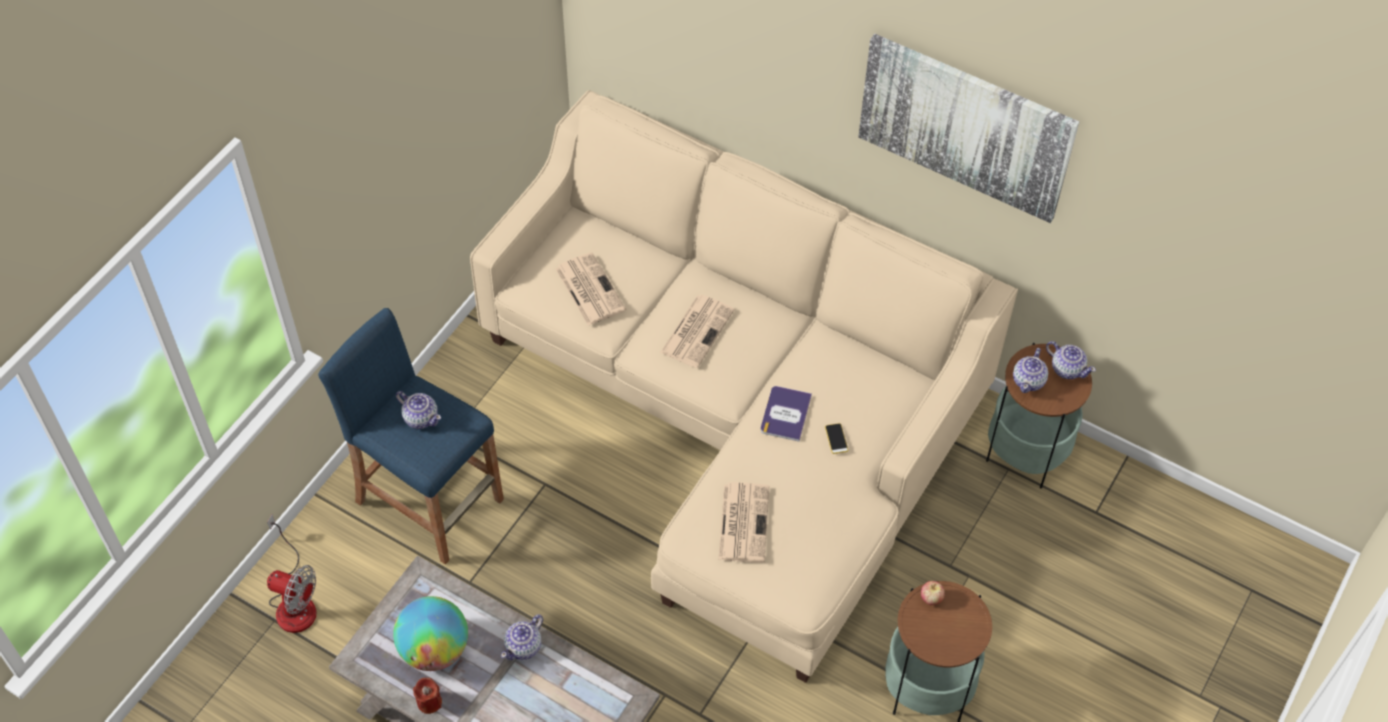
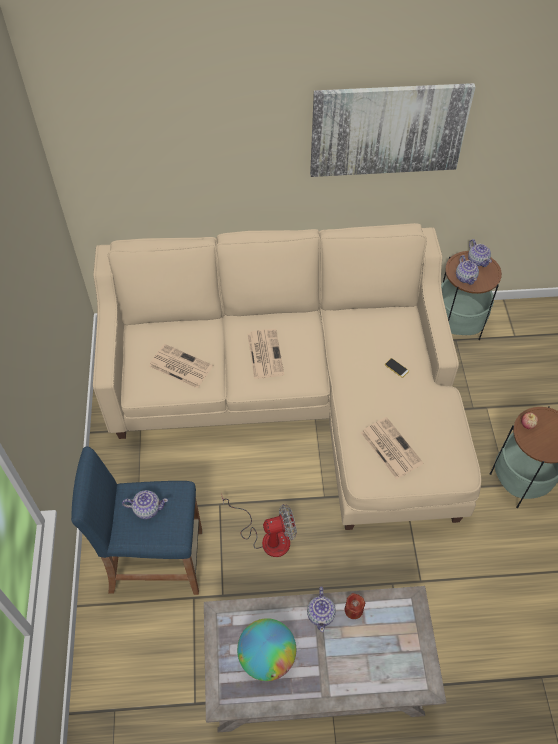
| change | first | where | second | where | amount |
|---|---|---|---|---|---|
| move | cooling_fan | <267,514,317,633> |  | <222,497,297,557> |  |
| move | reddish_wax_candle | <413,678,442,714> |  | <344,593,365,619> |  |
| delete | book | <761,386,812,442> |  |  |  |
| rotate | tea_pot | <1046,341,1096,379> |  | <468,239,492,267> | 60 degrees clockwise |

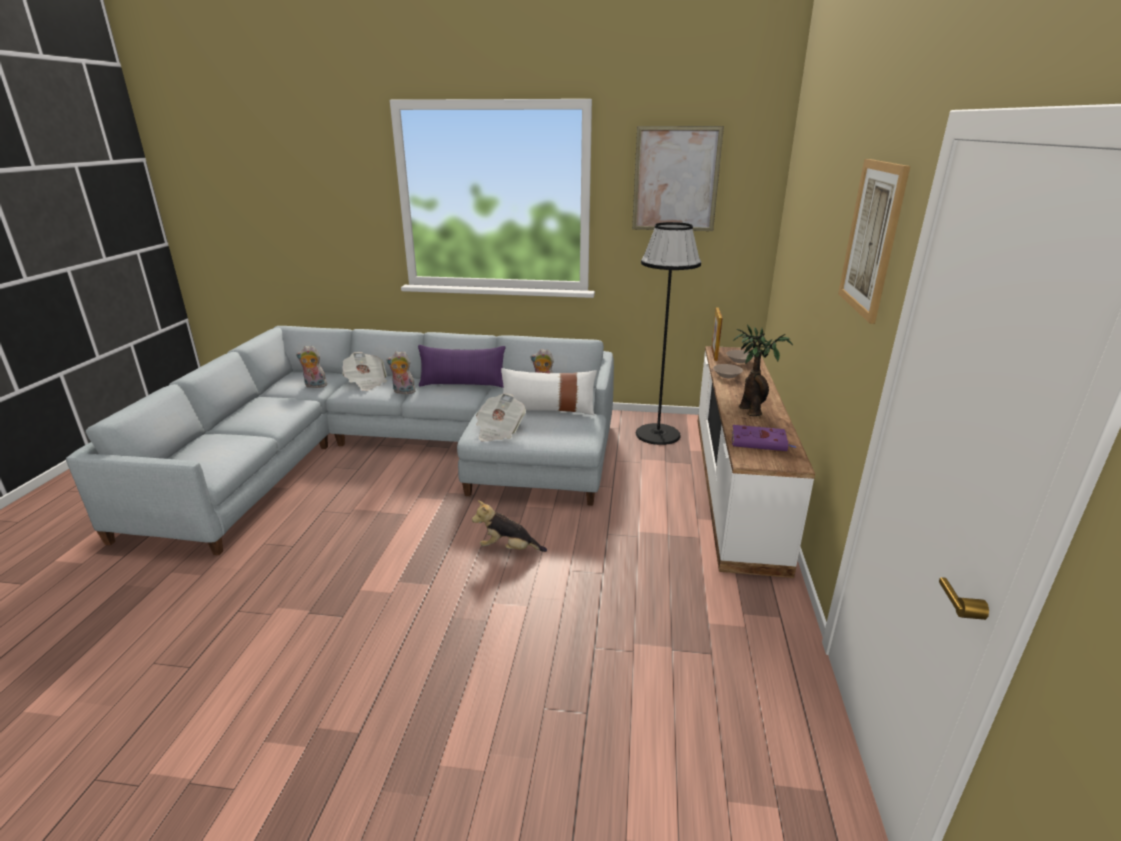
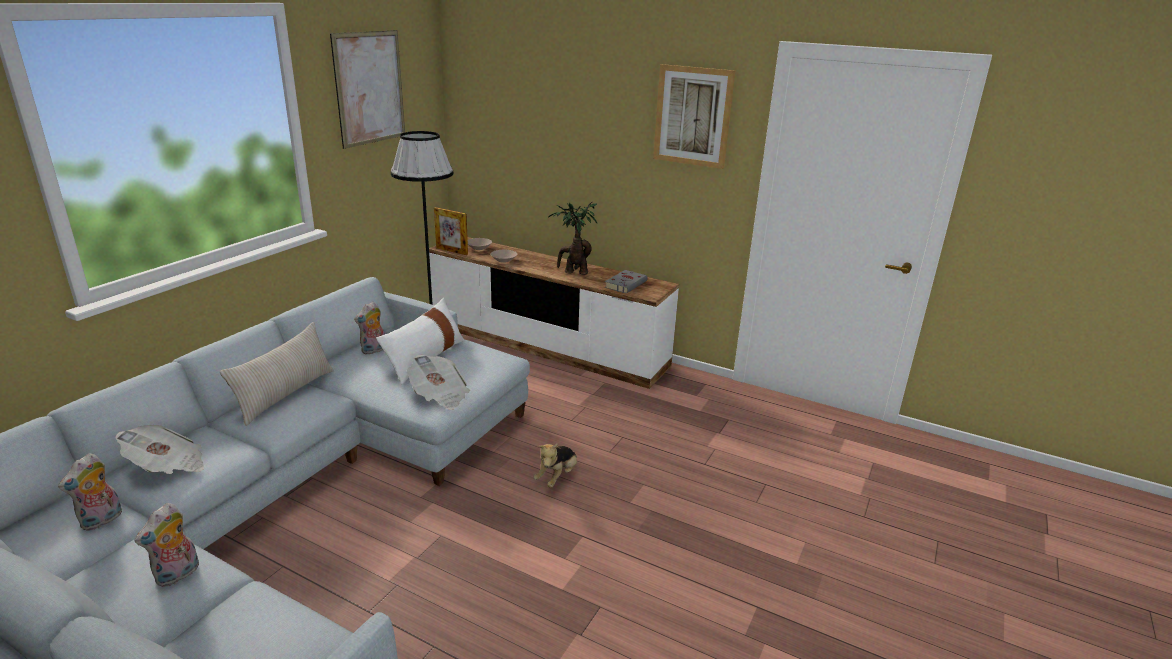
| change | first | where | second | where | amount |
|---|---|---|---|---|---|
| move | cuddly_toy | <386,351,416,394> |  | <134,503,199,587> |  |
| recolor | purple-coloured_throw_pillow | <418,345,506,388> | beige-coloured_throw_pillow | <220,322,334,426> |  |
| recolor | purple-coloured_book | <732,425,797,451> | grey_book | <605,270,648,294> |  |

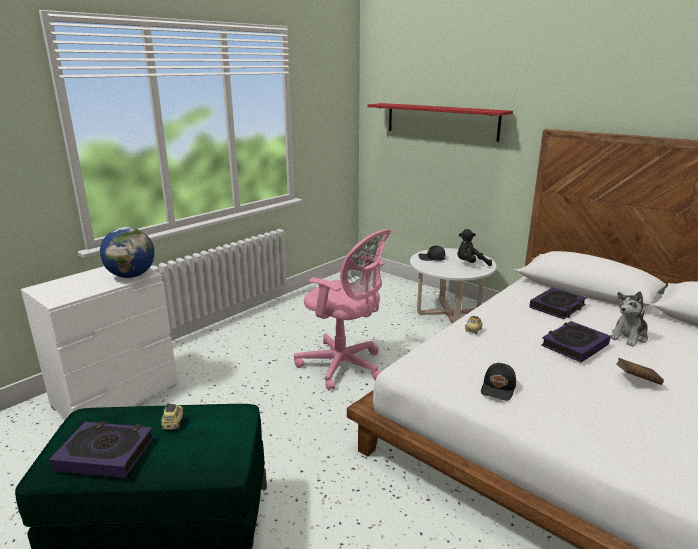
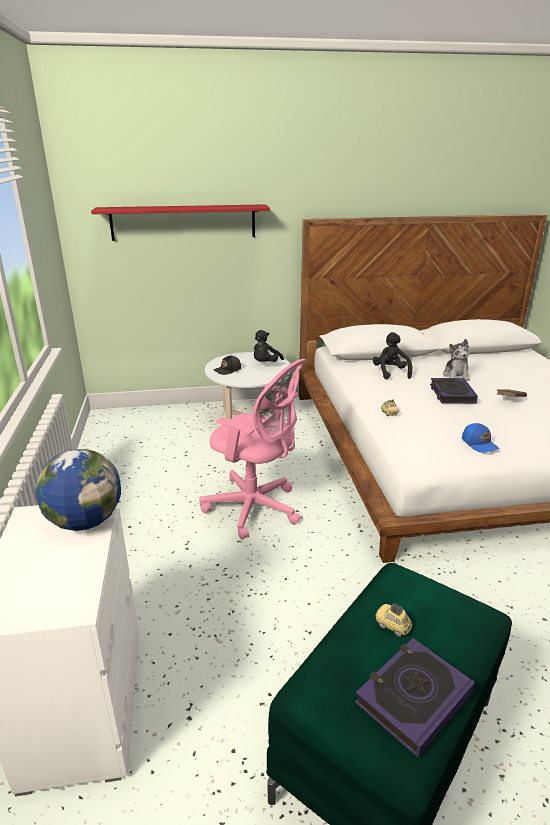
| change | first | where | second | where | amount |
|---|---|---|---|---|---|
| rotate | pink-coloured_desk_chair | <294,229,391,390> |  | <199,359,306,540> | 45 degrees clockwise |
| recolor | blackish_cap | <481,363,516,401> | bluish_cap | <462,423,499,453> |  |
| replace | book | <529,287,587,319> | blackish_cuddly_toy | <373,332,412,380> |  |

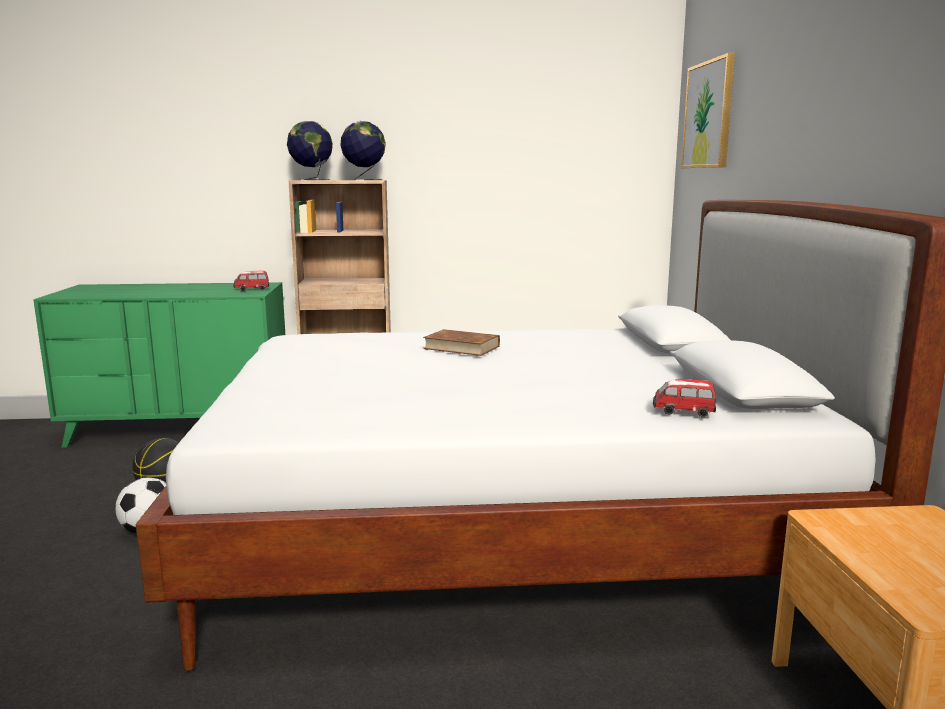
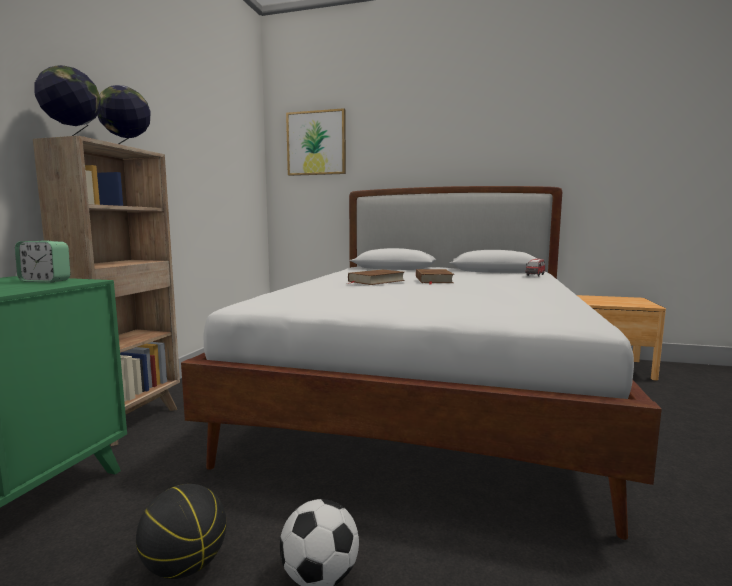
| change | first | where | second | where | amount |
|---|---|---|---|---|---|
| replace | model_car | <233,271,269,291> | alarm_clock | <15,240,70,282> |  |
| insert |  |  | brown_book | <416,269,454,285> |  |

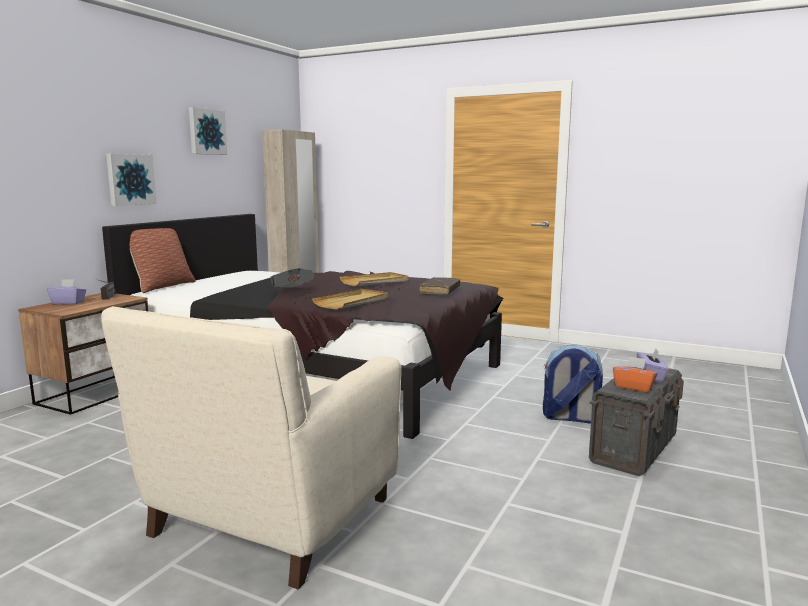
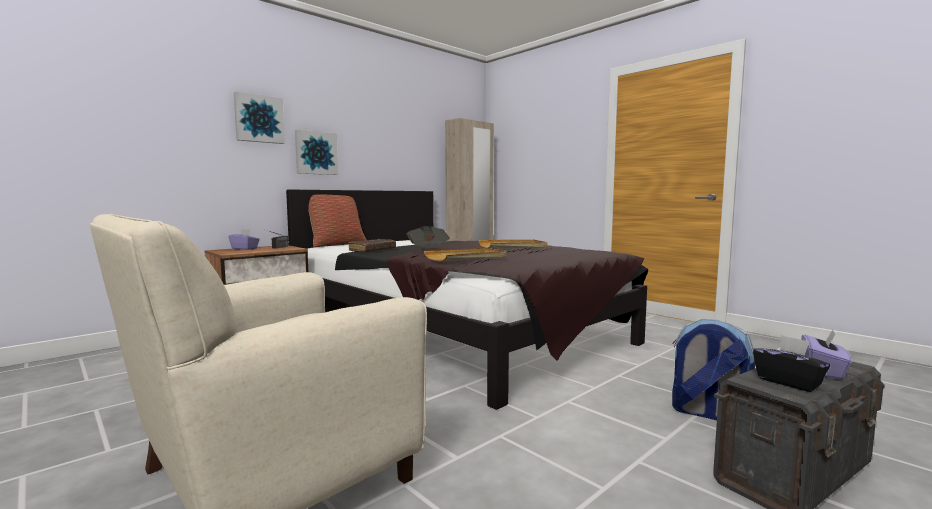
| change | first | where | second | where | amount |
|---|---|---|---|---|---|
| move | picture | <189,107,227,155> |  | <234,91,285,144> |  |
| move | brown_book | <420,277,460,295> |  | <348,239,396,252> |  |
| recolor | orange-coloured_box_of_tissues | <613,356,657,392> | blackish_box_of_tissues | <753,335,830,392> |  |

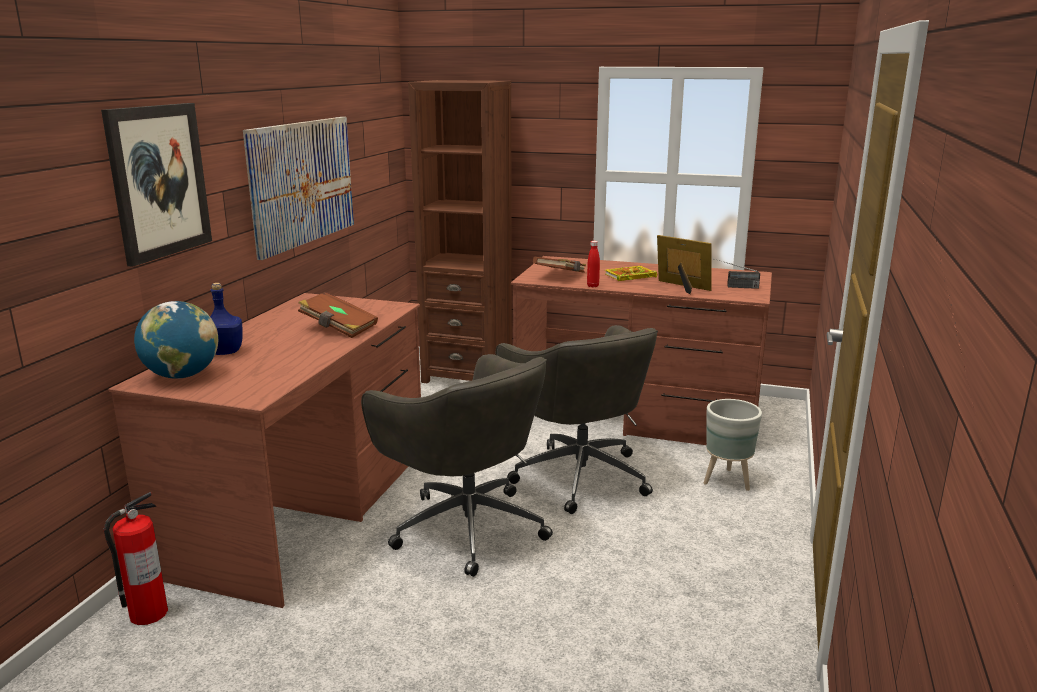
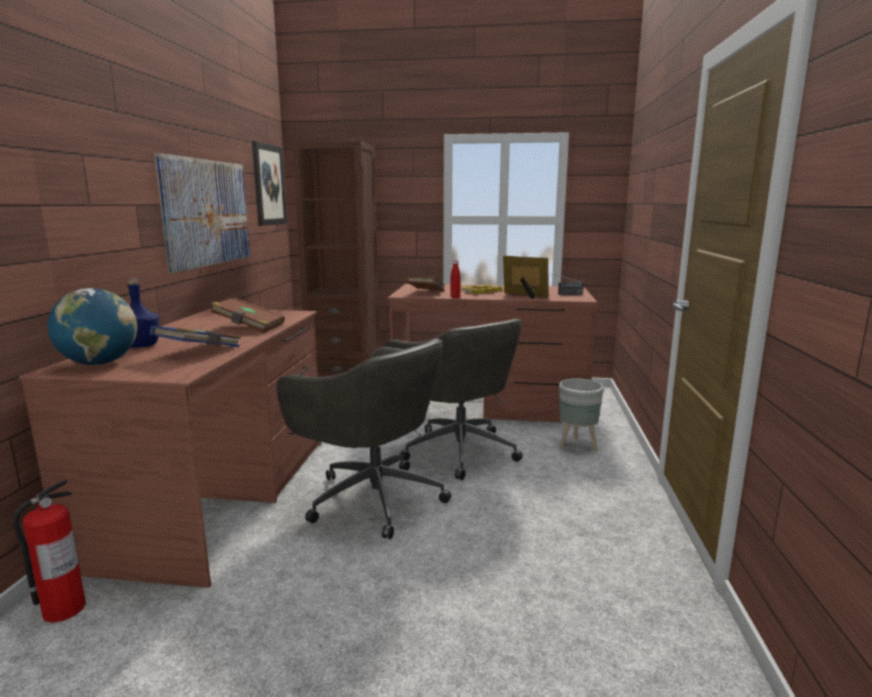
| change | first | where | second | where | amount |
|---|---|---|---|---|---|
| move | picture | <101,103,212,267> |  | <252,141,287,226> |  |
| insert |  |  | bluish_book | <149,325,241,347> |  |

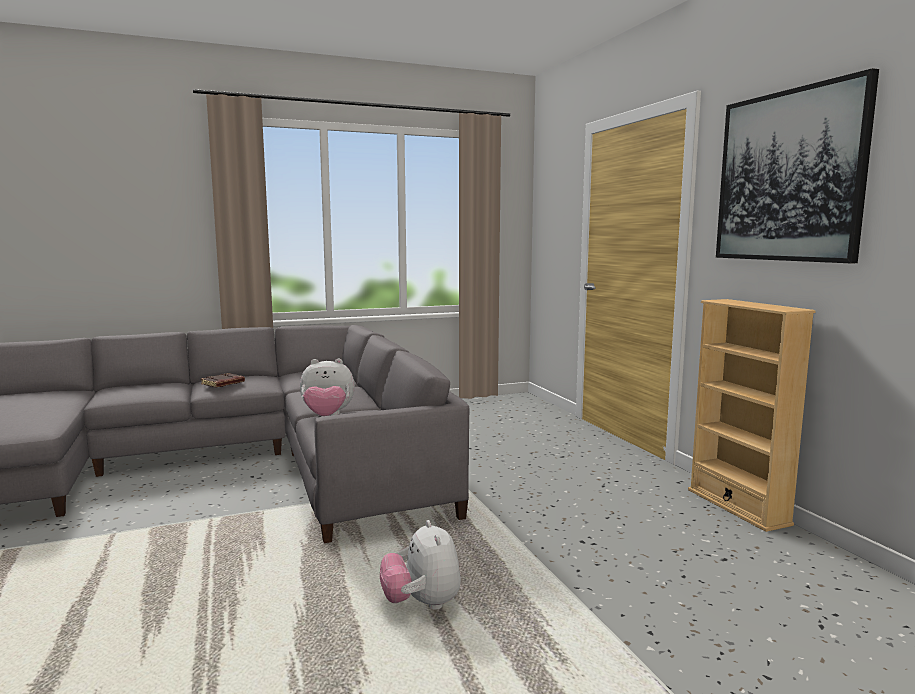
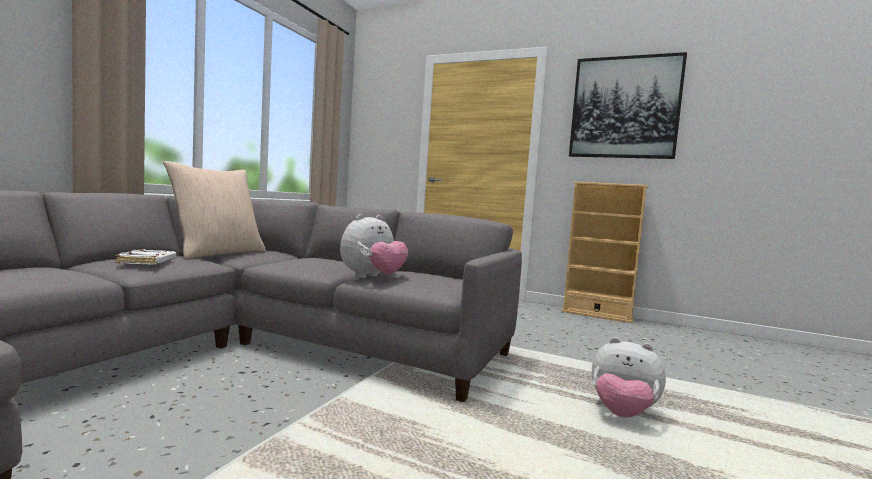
| change | first | where | second | where | amount |
|---|---|---|---|---|---|
| recolor | brown_book | <201,373,245,388> | white-coloured_book | <115,249,176,265> |  |
| insert |  |  | beige-coloured_throw_pillow | <163,161,266,260> |  |

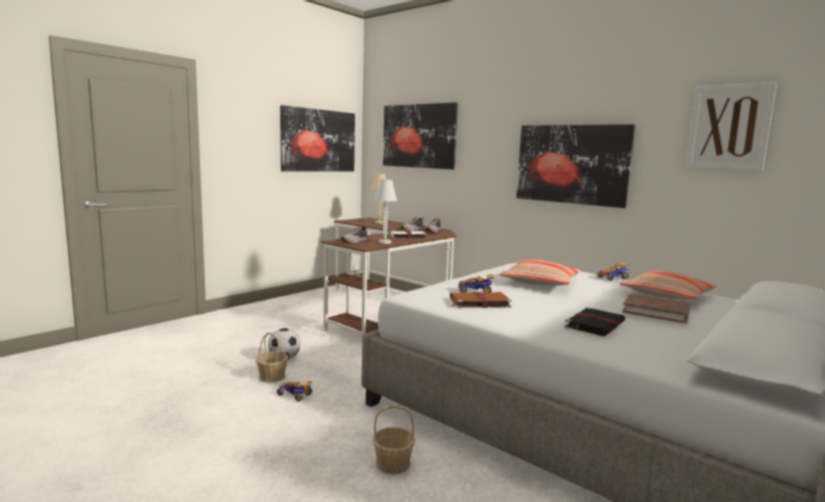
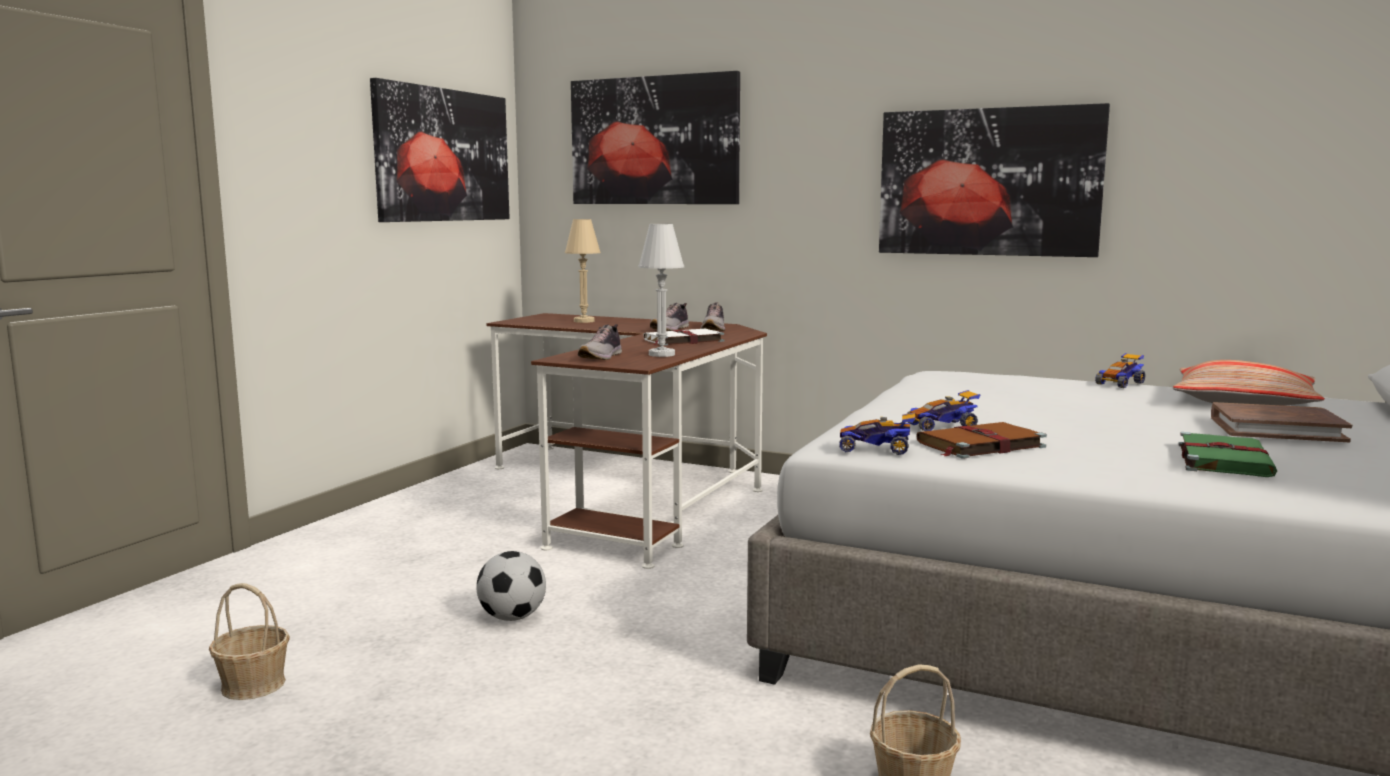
| change | first | where | second | where | amount |
|---|---|---|---|---|---|
| move | household_basket | <256,332,288,383> |  | <209,583,290,700> |  |
| move | model_car | <277,381,312,402> |  | <839,412,915,455> |  |
| delete | throw_pillow | <500,259,581,286> |  |  |  |
| recolor | blackish_book | <564,307,626,336> | green_book | <1179,432,1277,477> |  |
| delete | picture | <686,82,777,170> |  |  |  |

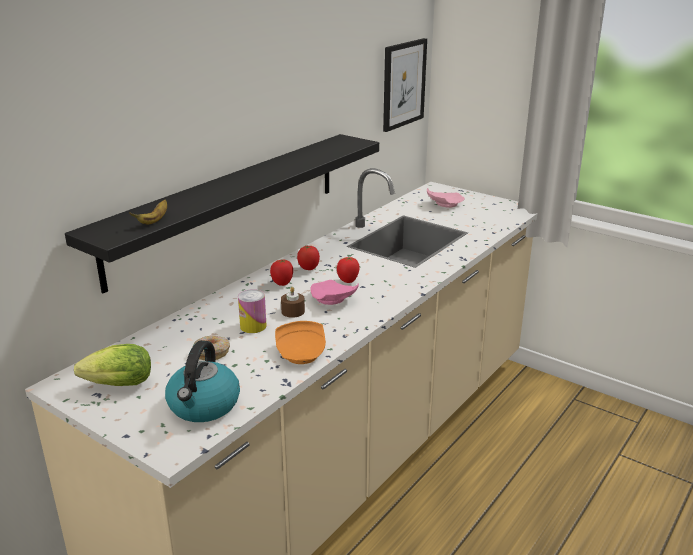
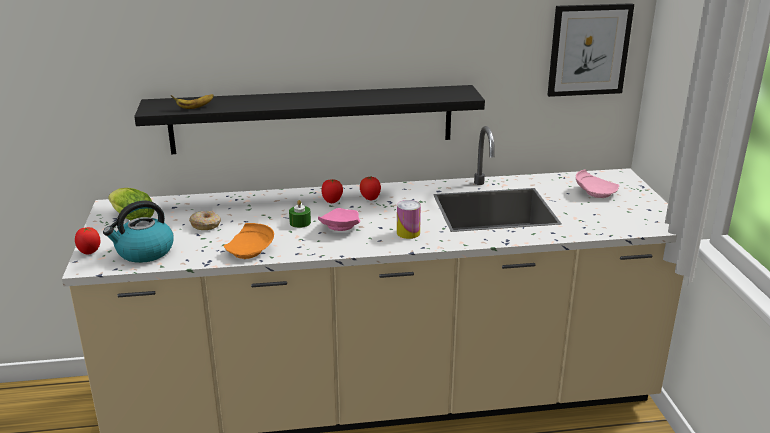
| change | first | where | second | where | amount |
|---|---|---|---|---|---|
| move | can | <238,289,267,333> |  | <397,200,421,239> |  |
| recolor | brown_wax_candle | <281,287,305,318> | green_wax_candle | <289,200,311,228> |  |
| move | tomato | <337,257,360,283> |  | <75,227,100,254> |  |

